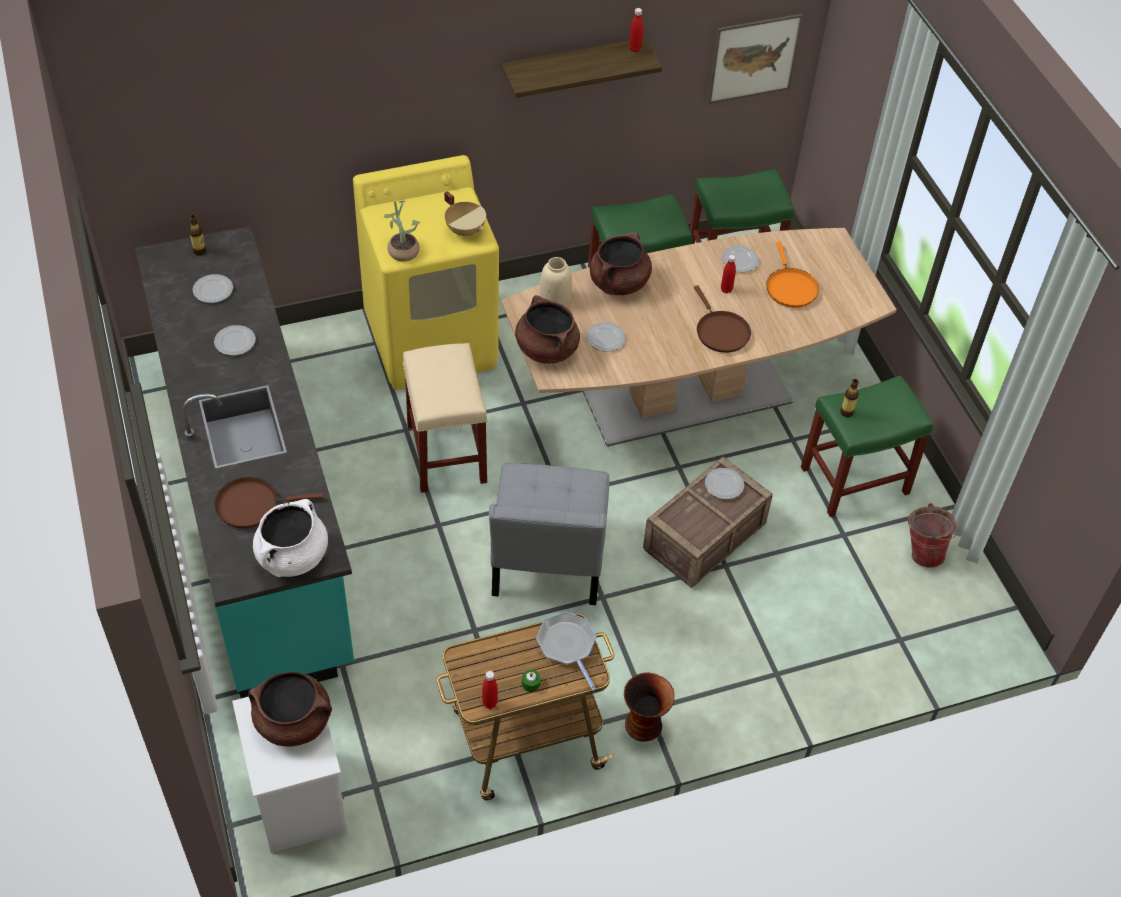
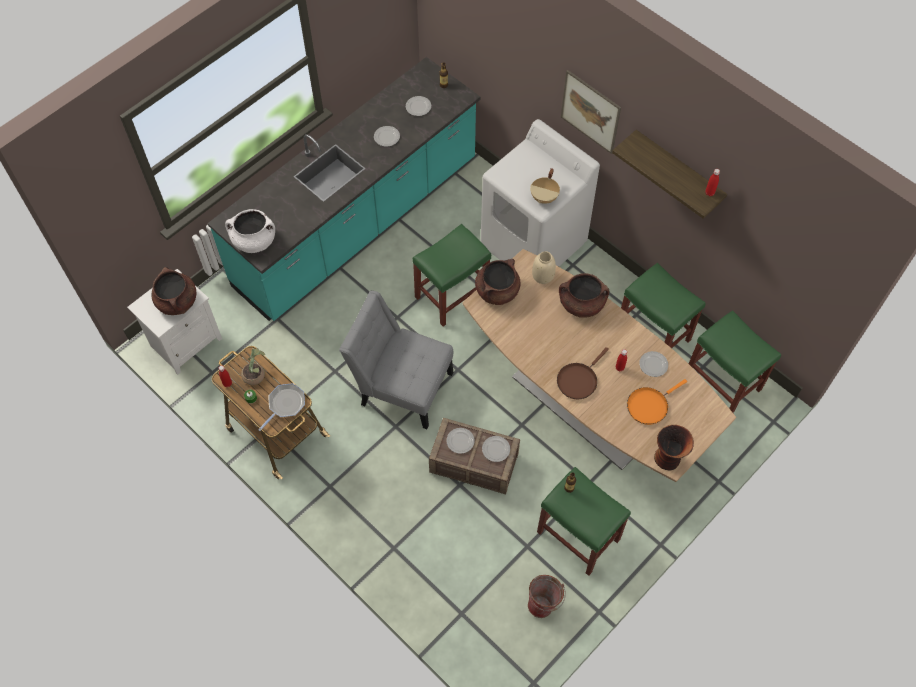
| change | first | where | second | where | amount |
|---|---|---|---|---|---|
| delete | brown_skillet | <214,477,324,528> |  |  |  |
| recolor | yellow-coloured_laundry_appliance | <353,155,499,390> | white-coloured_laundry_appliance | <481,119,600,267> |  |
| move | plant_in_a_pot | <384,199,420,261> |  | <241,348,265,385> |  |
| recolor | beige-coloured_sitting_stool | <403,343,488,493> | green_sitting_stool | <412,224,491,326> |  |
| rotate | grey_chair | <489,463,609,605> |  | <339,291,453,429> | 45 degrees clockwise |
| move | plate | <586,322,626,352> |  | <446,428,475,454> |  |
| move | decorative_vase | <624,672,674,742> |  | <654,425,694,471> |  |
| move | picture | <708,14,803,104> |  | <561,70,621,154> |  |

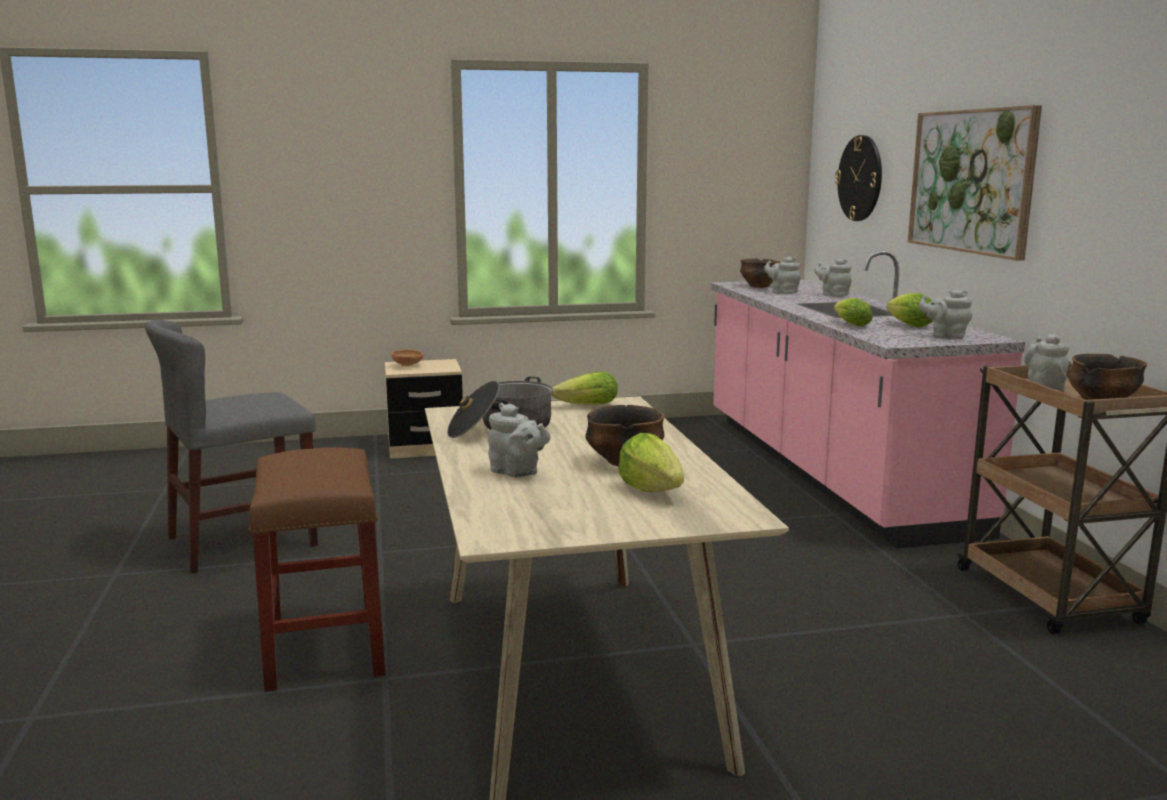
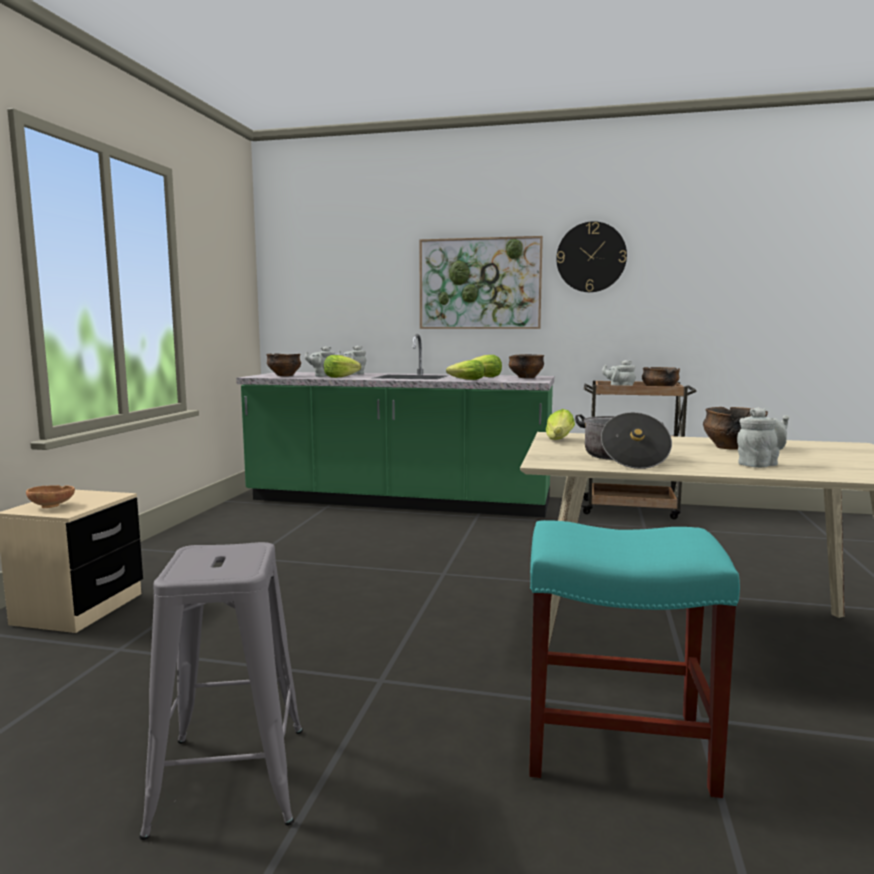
| change | first | where | second | where | amount |
|---|---|---|---|---|---|
| replace | grey_chair | <145,320,318,574> | grey_sitting_stool | <139,542,303,840> |  |
| recolor | brown_sitting_stool | <249,447,385,692> | turquoise-coloured_sitting_stool | <529,520,740,798> |  |
| move | lettuce_head | <618,433,684,492> |  | <324,355,361,378> |  |
| recolor | pink-coloured_counter | <710,250,1025,548> | green_counter | <236,334,554,517> |  |
| move | hanging_clock | <835,135,882,221> |  | <556,221,627,292> |  |
| replace | grey_tea_pot | <919,289,972,339> | bowl | <509,354,544,378> |  |

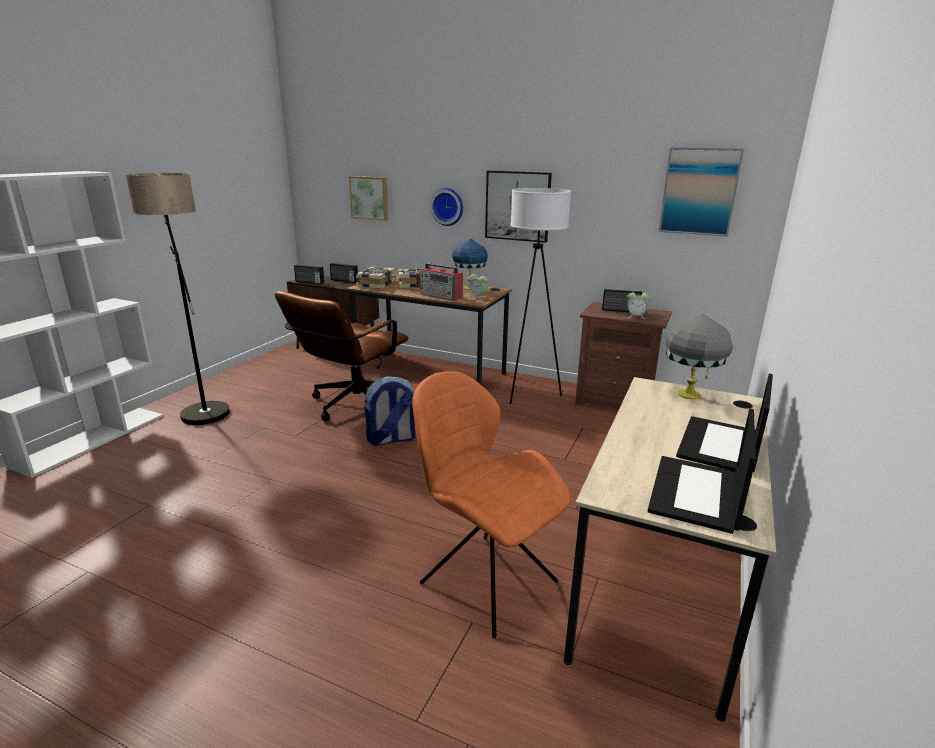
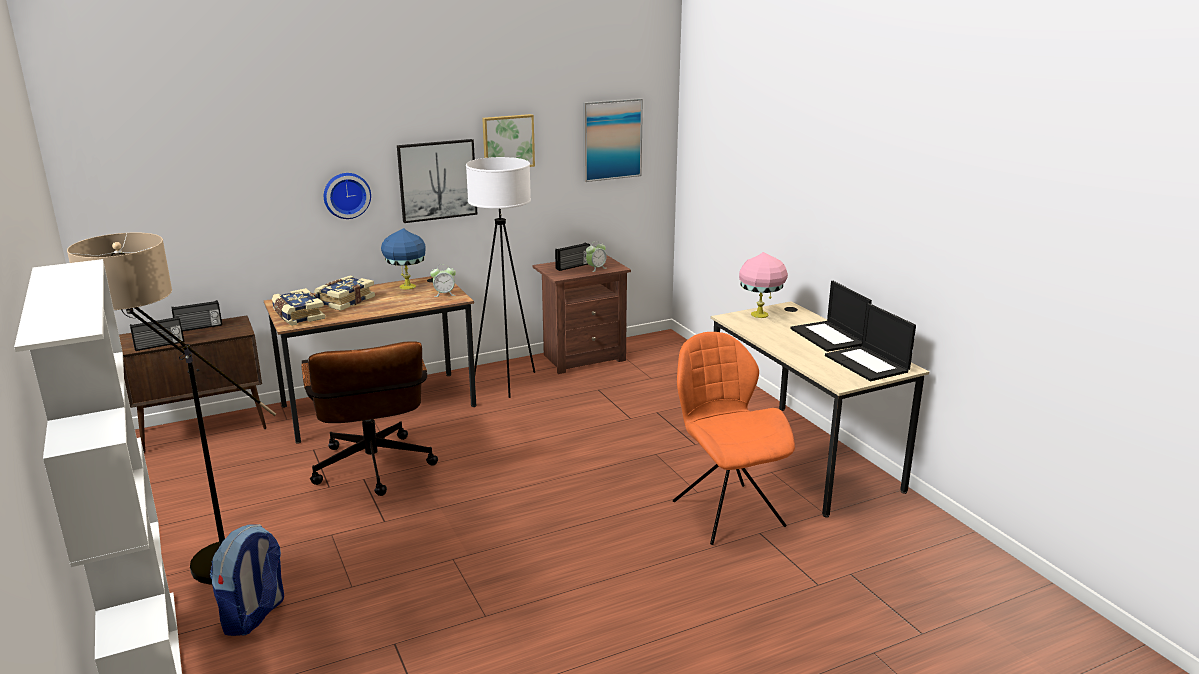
| change | first | where | second | where | amount |
|---|---|---|---|---|---|
| move | picture | <349,176,388,221> |  | <482,114,535,167> |  |
| move | rucksack | <364,376,415,446> |  | <210,524,284,636> |  |
| rotate | orange-coloured_chair | <412,371,570,638> |  | <673,332,795,545> | 75 degrees clockwise |
| delete | radio_receiver | <420,263,463,301> |  |  |  |
| recolor | grey_lamp_for_a_table | <666,314,733,399> | pink-coloured_lamp_for_a_table | <739,252,788,318> |  |

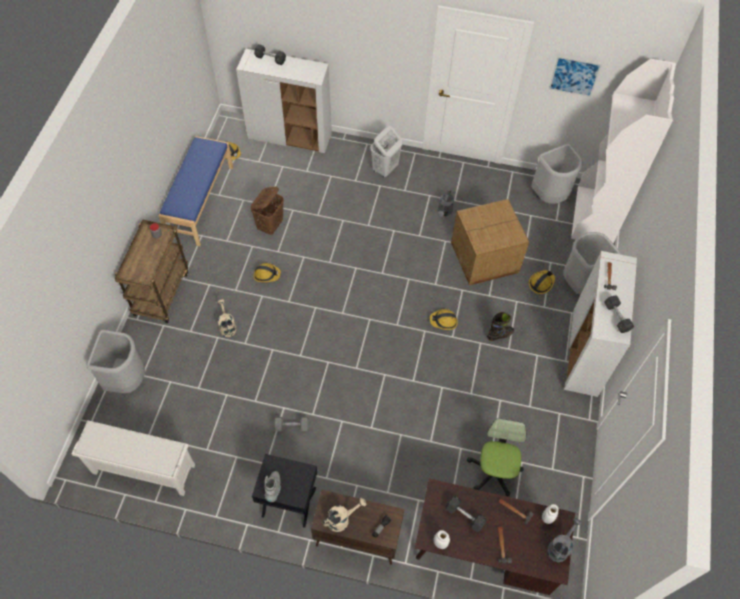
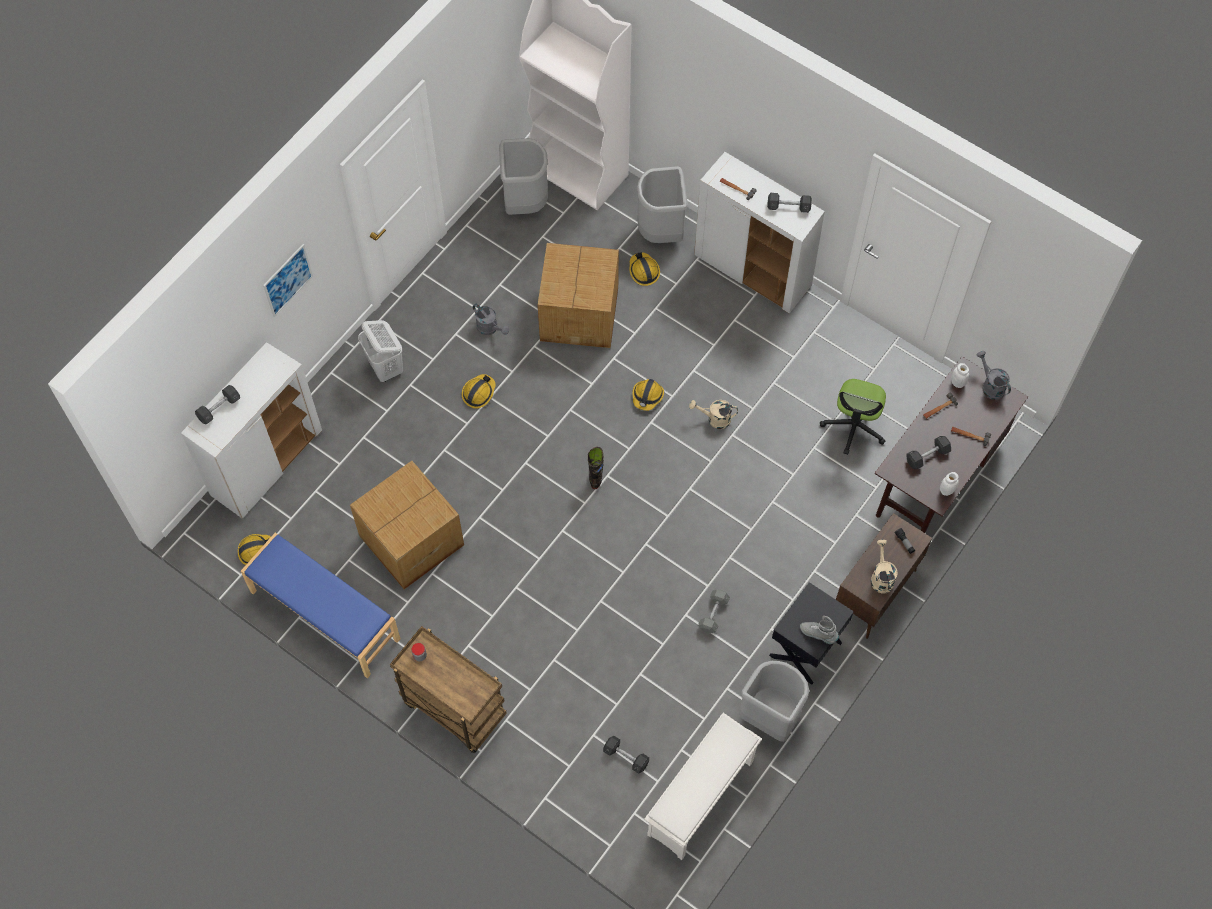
| change | first | where | second | where | amount |
|---|---|---|---|---|---|
| move | grey_rubbish_bin | <87,330,145,393> |  | <739,661,809,742> |  |
| move | beige-coloured_watering_pot | <218,299,236,337> |  | <689,400,738,429> |  |
| replace | brown_laundry_basket | <250,187,284,235> | packing_box | <350,461,464,589> |  |
| move | safety_helmet | <254,263,281,283> |  | <462,374,496,409> |  |
| rotate | desk_chair | <467,418,526,497> |  | <820,379,886,455> | 105 degrees counterclockwise |
| move | blackish_boot | <487,312,514,341> |  | <588,447,604,489> |  |
| move | picture | <548,56,602,97> |  | <263,244,313,317> |  |
| insert |  |  | grey_hand_weight | <603,736,649,774> |  |

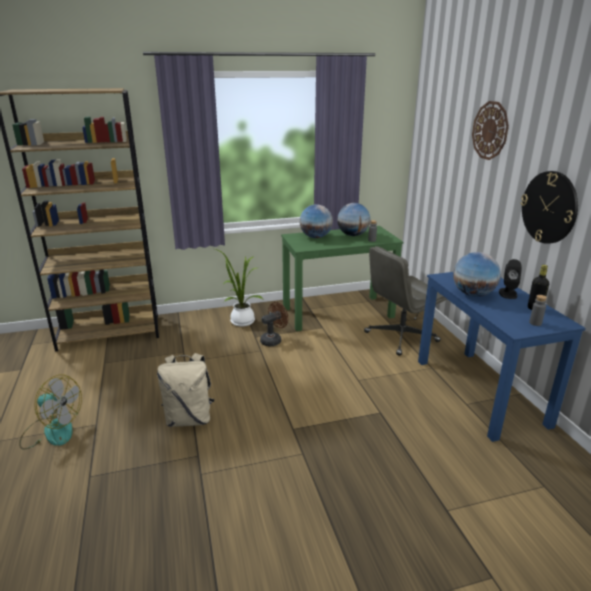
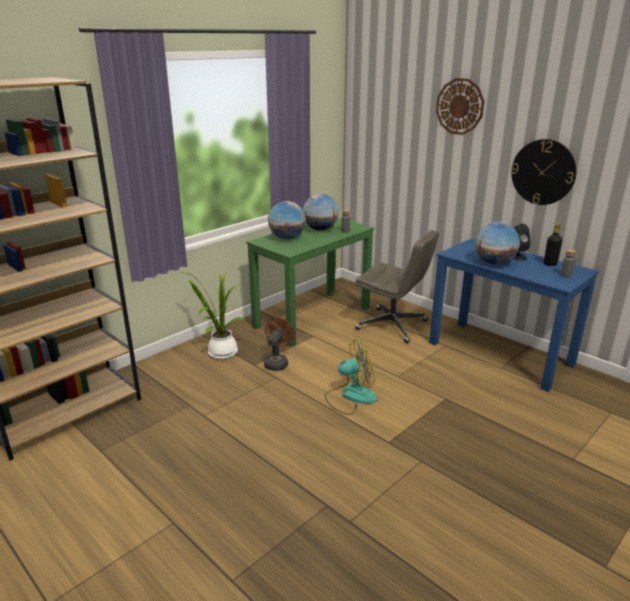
| change | first | where | second | where | amount |
|---|---|---|---|---|---|
| move | cooling_fan | <19,375,82,449> |  | <325,339,377,415> |  |
| delete | beige-coloured_rucksack | <157,353,215,427> |  |  |  |
| rotate | grey_desk_chair | <364,246,447,356> |  | <355,230,439,343> | 90 degrees counterclockwise |

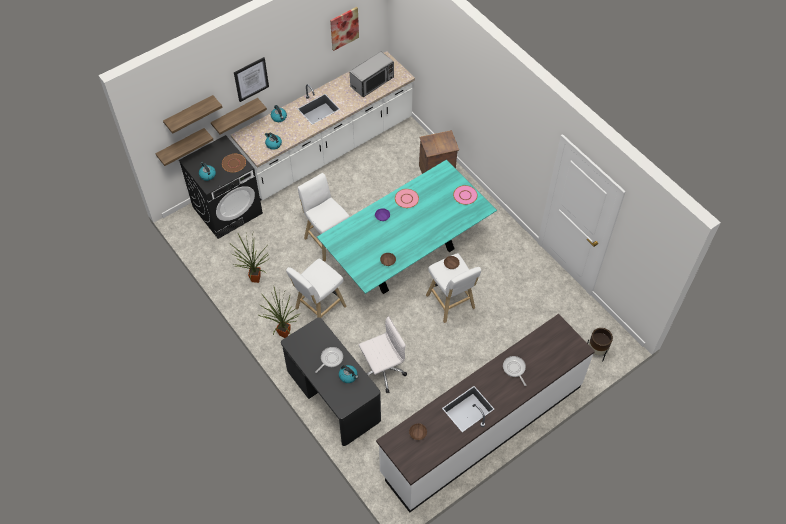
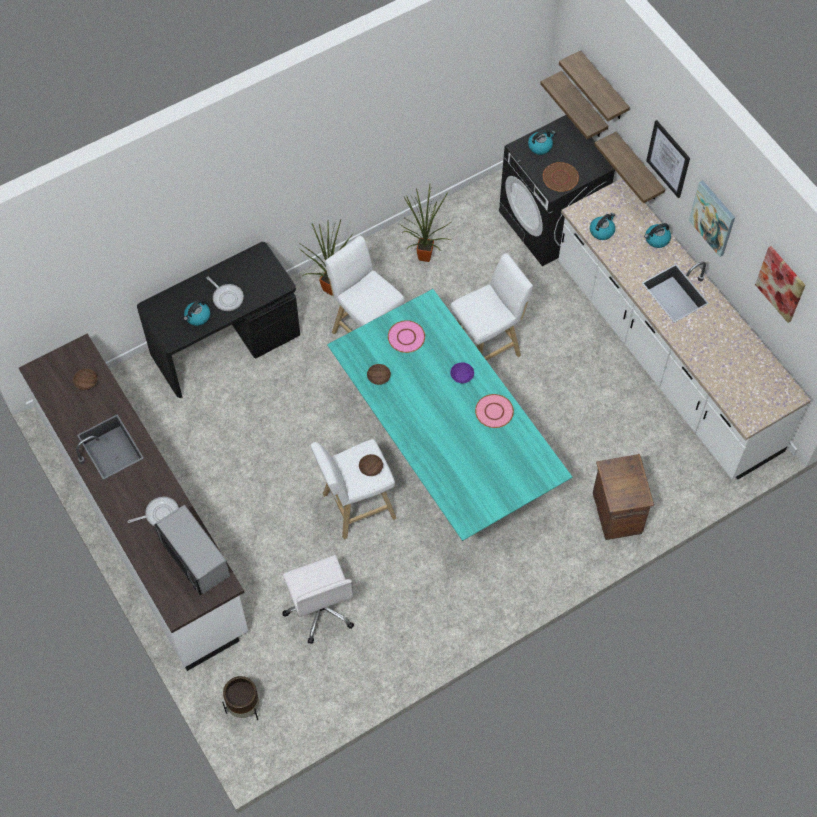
| change | first | where | second | where | amount |
|---|---|---|---|---|---|
| move | microwave | <350,51,394,97> |  | <154,505,230,595> |  |
| move | white-coloured_desk_chair | <359,316,407,393> |  | <282,555,354,644> |  |
| move | pink-coloured_plate | <453,185,478,205> |  | <388,320,425,353> |  |
| insert |  |  | picture | <689,180,735,257> |  |

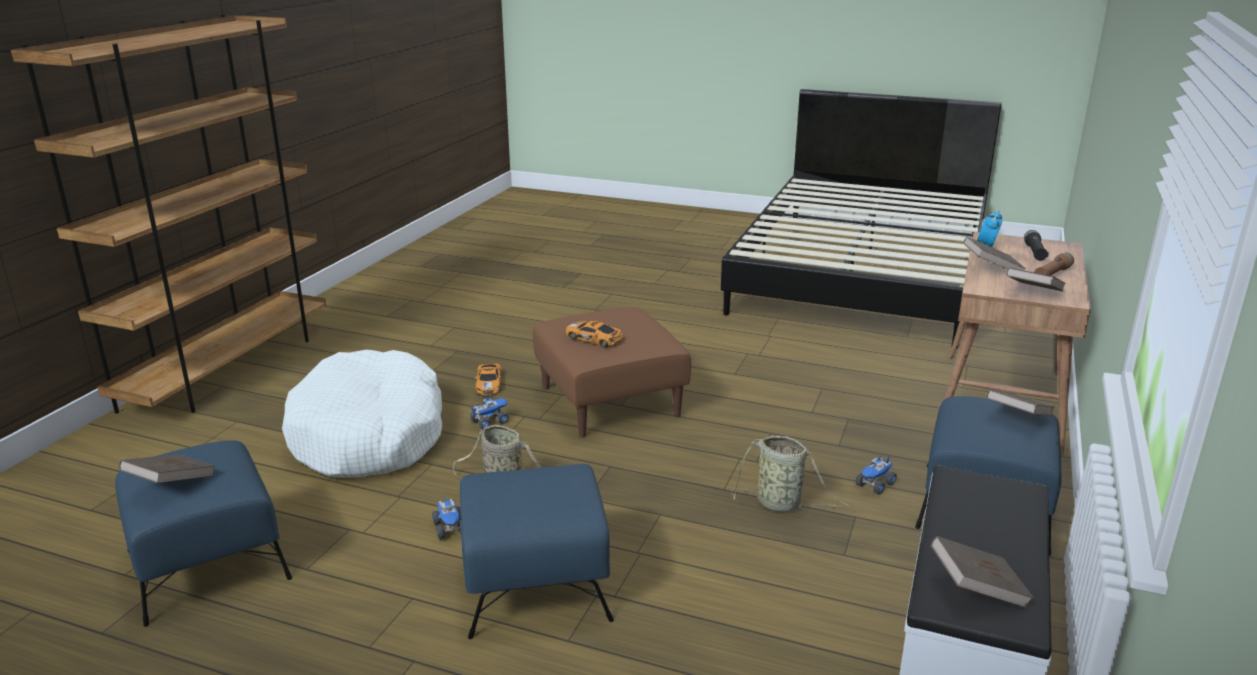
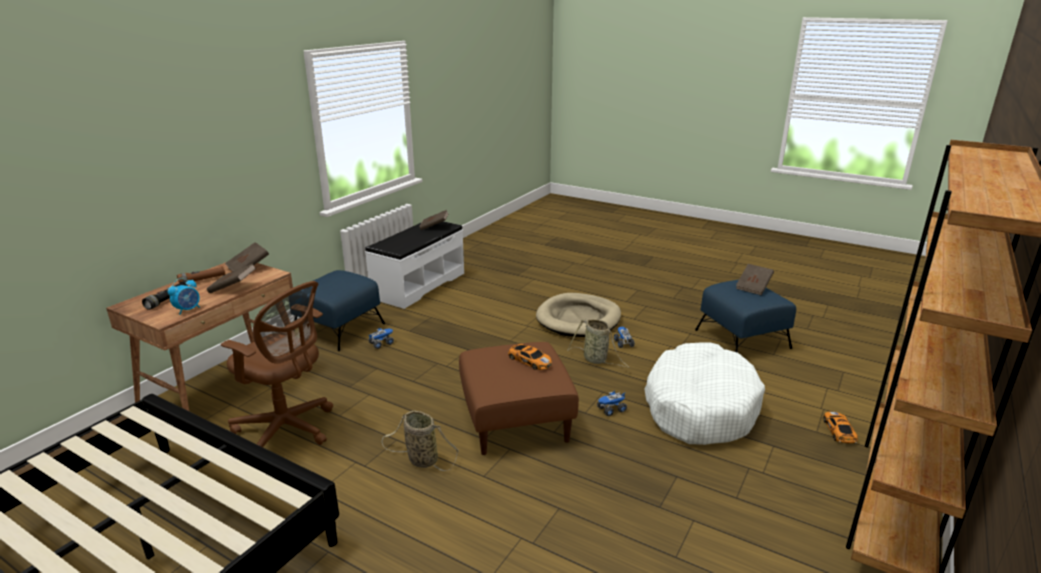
| change | first | where | second | where | amount |
|---|---|---|---|---|---|
| replace | bluish_ottoman | <460,464,614,639> | beige-coloured_dog_bed | <536,293,621,337> |  |
| move | model_car | <475,363,502,395> |  | <823,412,858,443> |  |
| move | household_basket | <731,436,848,512> |  | <382,411,458,471> |  |
| delete | brown_book | <987,390,1055,416> |  |  |  |
| insert |  |  | brown_desk_chair | <221,281,333,447> |  |

